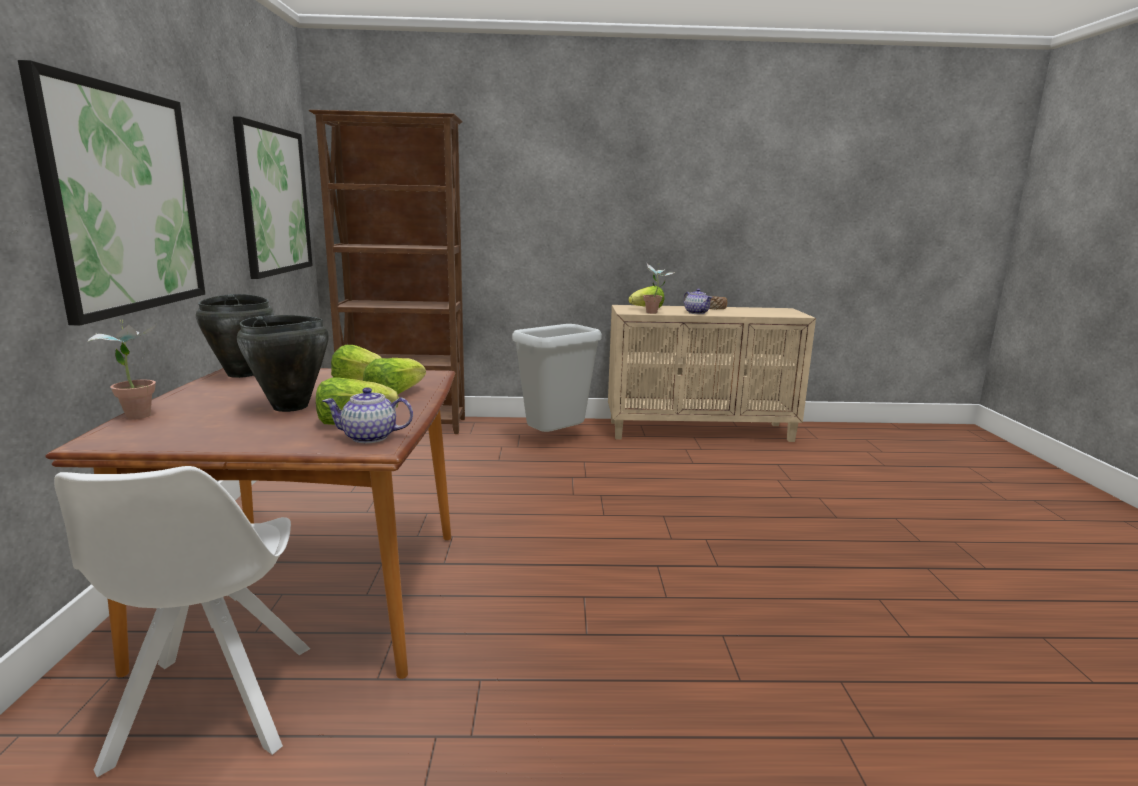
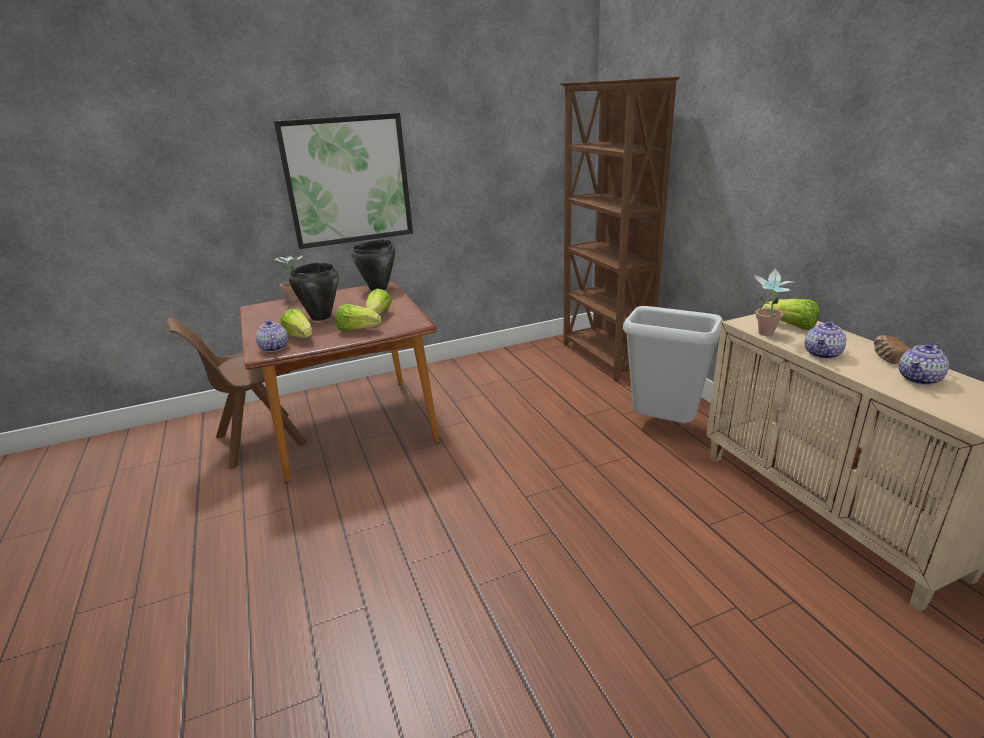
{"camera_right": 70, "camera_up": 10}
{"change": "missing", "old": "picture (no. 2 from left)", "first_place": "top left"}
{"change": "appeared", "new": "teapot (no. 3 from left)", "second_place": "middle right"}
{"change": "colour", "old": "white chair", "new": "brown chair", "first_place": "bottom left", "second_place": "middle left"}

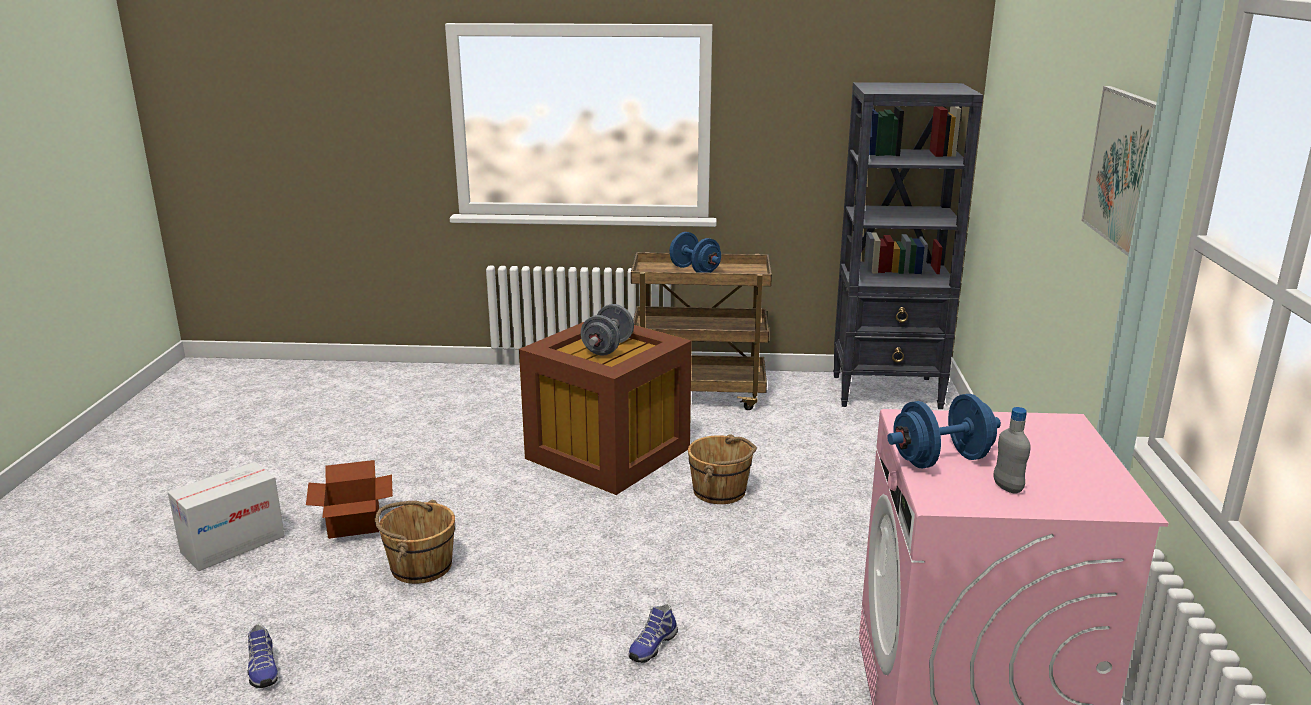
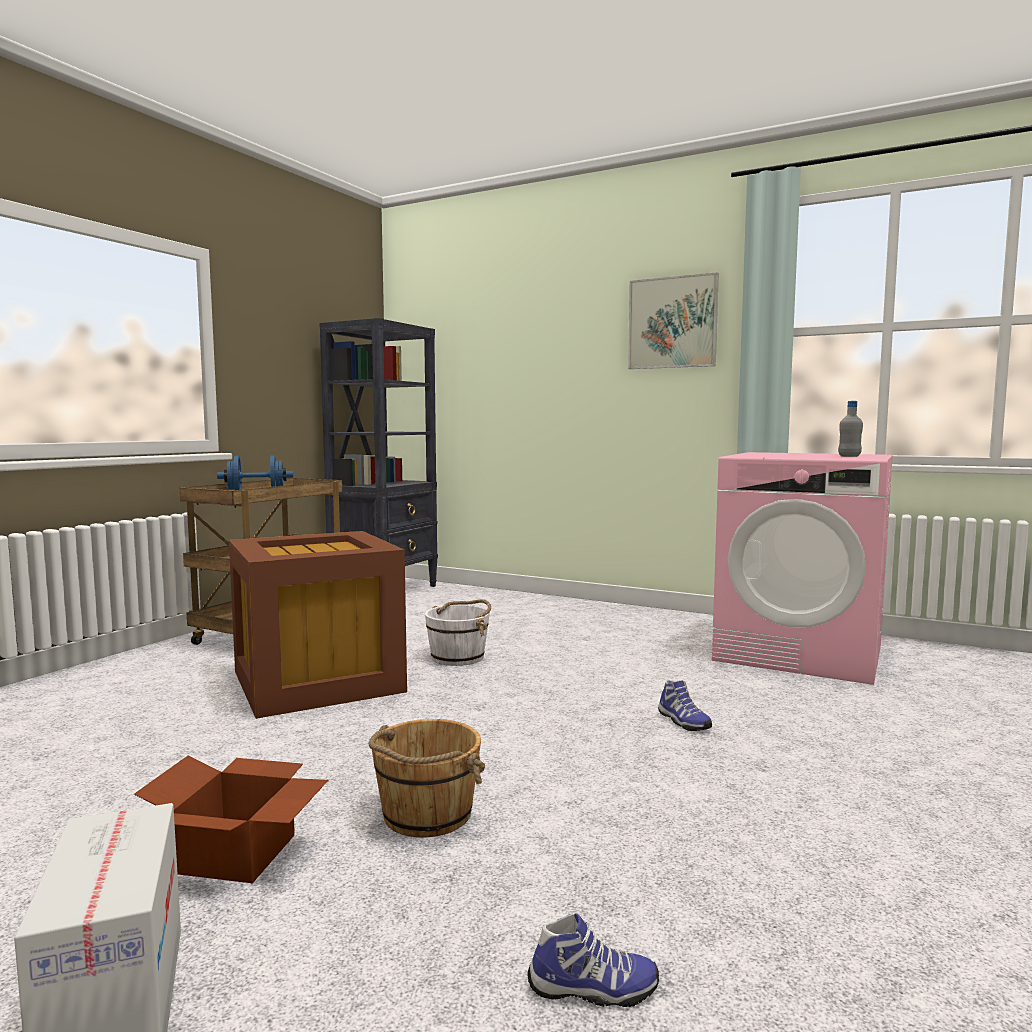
{"camera_right": -65, "camera_up": -15}
{"change": "missing", "old": "grey dumbbell", "first_place": "centre"}
{"change": "missing", "old": "blue dumbbell (no. 2 from left)", "first_place": "middle right"}
{"change": "colour", "old": "brown bucket (no. 2 from left)", "new": "white bucket", "first_place": "centre", "second_place": "centre"}

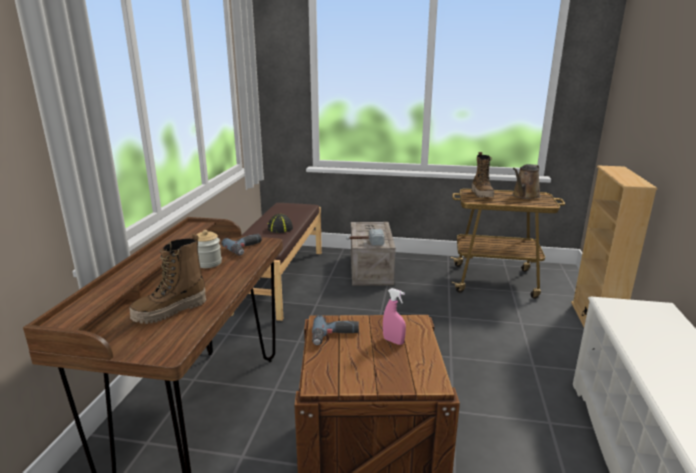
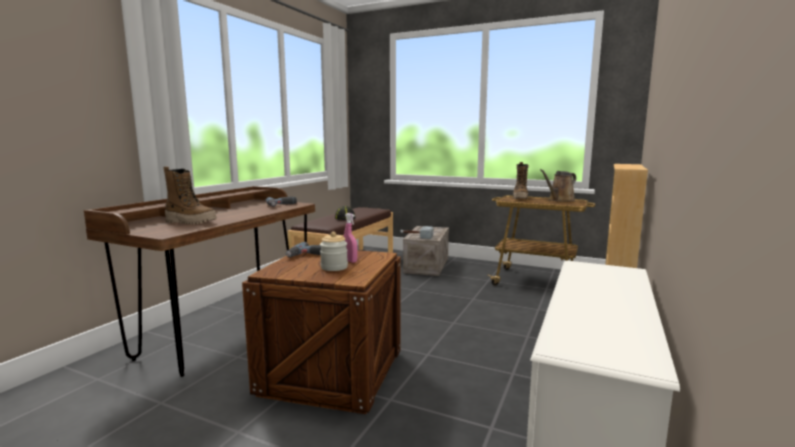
{"camera_right": 15, "camera_up": -10}
{"change": "relocated", "old": "jar", "first_place": "middle left", "second_place": "centre"}
{"change": "spun", "old": "boot (no. 1 from left)", "first_place": "middle left", "second_place": "middle left", "degrees": -135}

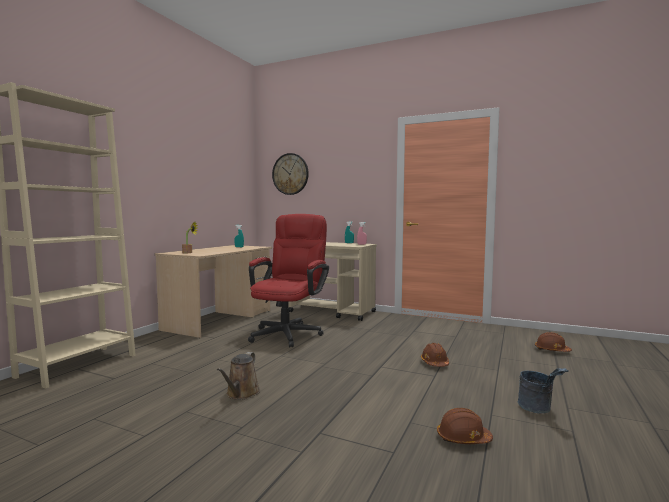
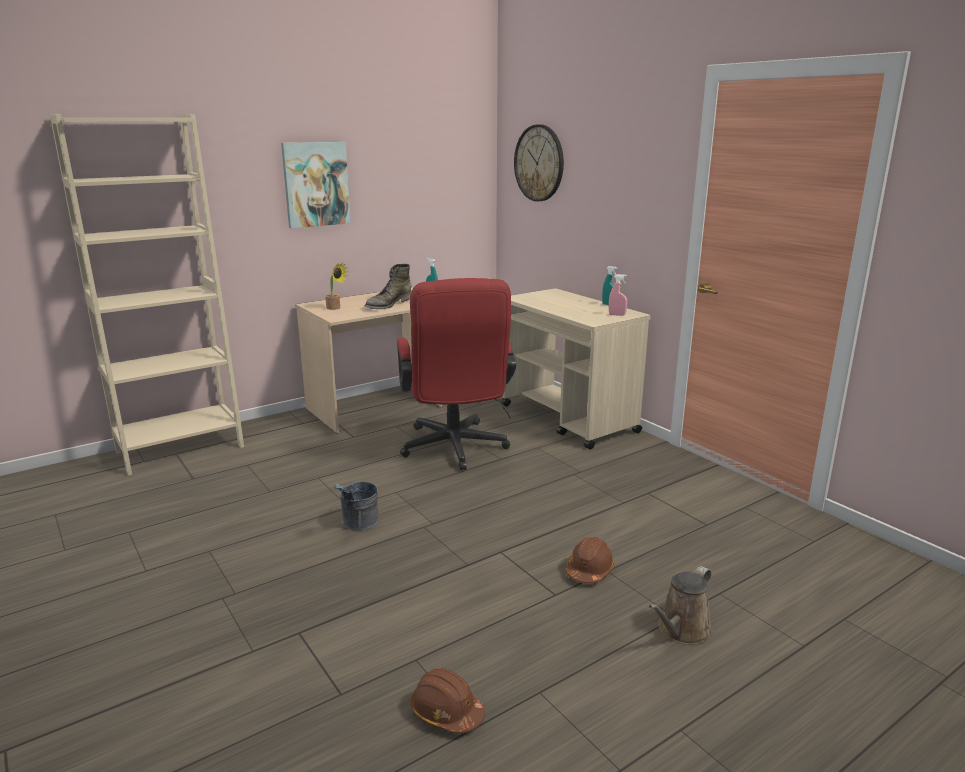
{"camera_right": 30, "camera_up": 15}
{"change": "missing", "old": "brown hard hat (no. 3 from left)", "first_place": "bottom right"}
{"change": "appeared", "new": "picture", "second_place": "top left"}
{"change": "appeared", "new": "green boot", "second_place": "centre"}
{"change": "relocated", "old": "brown watering can", "first_place": "bottom centre", "second_place": "bottom right"}
{"change": "relocated", "old": "grey bucket", "first_place": "bottom right", "second_place": "centre"}
{"change": "spun", "old": "red office chair", "first_place": "centre", "second_place": "centre", "degrees": 120}

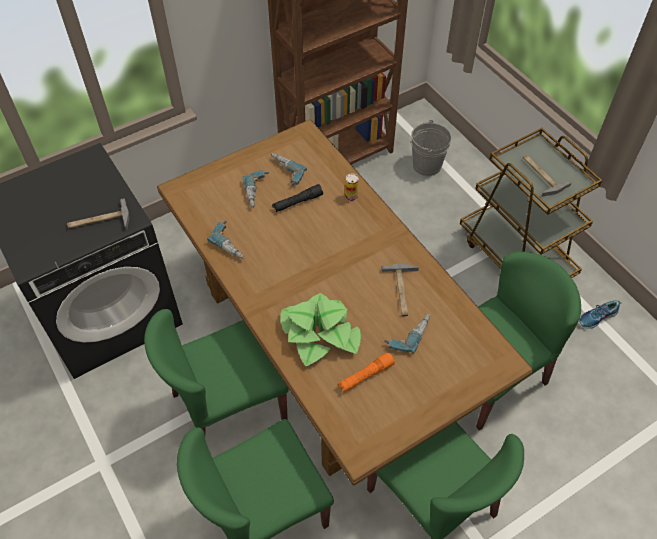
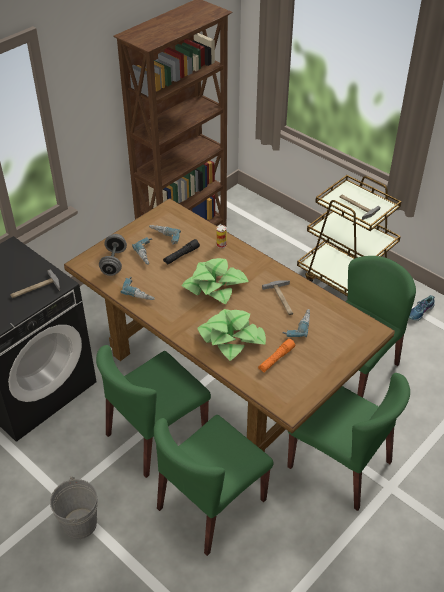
{"camera_right": -15, "camera_up": -10}
{"change": "appeared", "new": "grey dumbbell", "second_place": "middle left"}
{"change": "appeared", "new": "potted plant (no. 1 from left)", "second_place": "centre"}
{"change": "relocated", "old": "grey bucket", "first_place": "top centre", "second_place": "bottom left"}

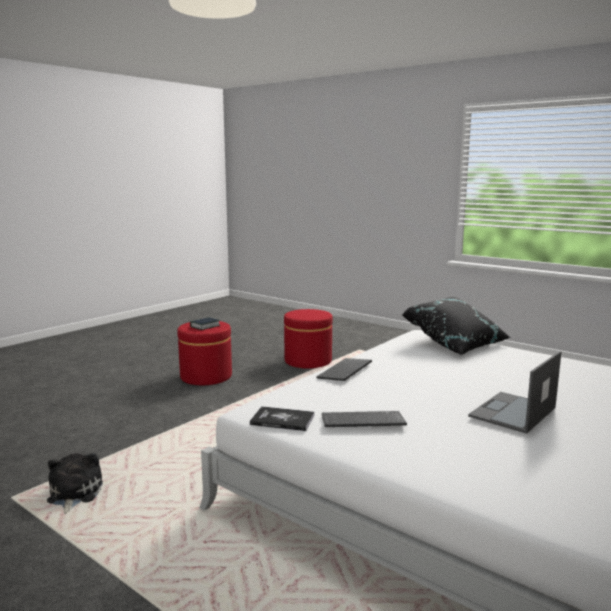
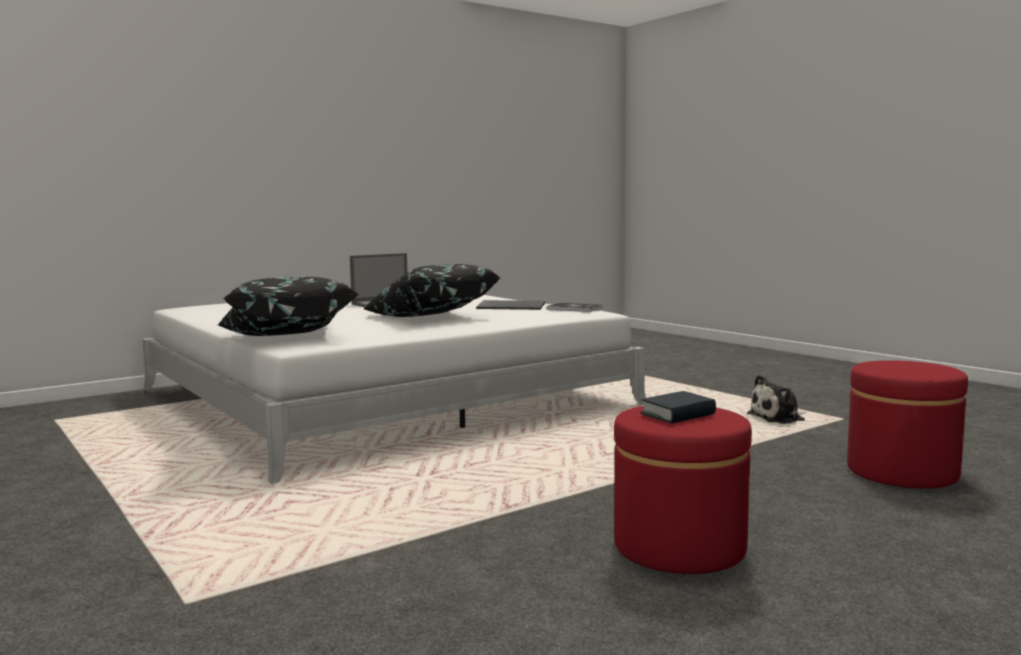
{"camera_right": -165, "camera_up": -5}
{"change": "missing", "old": "keyboard (no. 1 from left)", "first_place": "centre"}
{"change": "appeared", "new": "black pillow (no. 2 from left)", "second_place": "centre"}
{"change": "relocated", "old": "red ottoman (no. 2 from left)", "first_place": "centre", "second_place": "middle right"}
{"change": "spun", "old": "plush toy", "first_place": "bottom left", "second_place": "middle right", "degrees": 60}

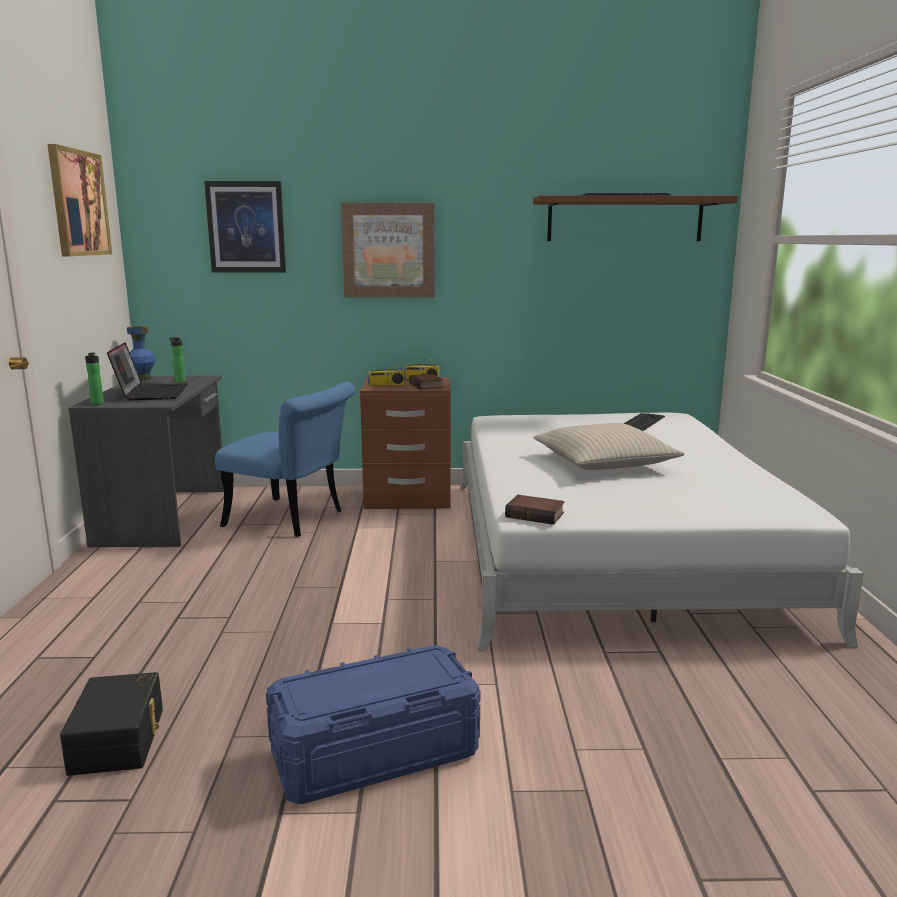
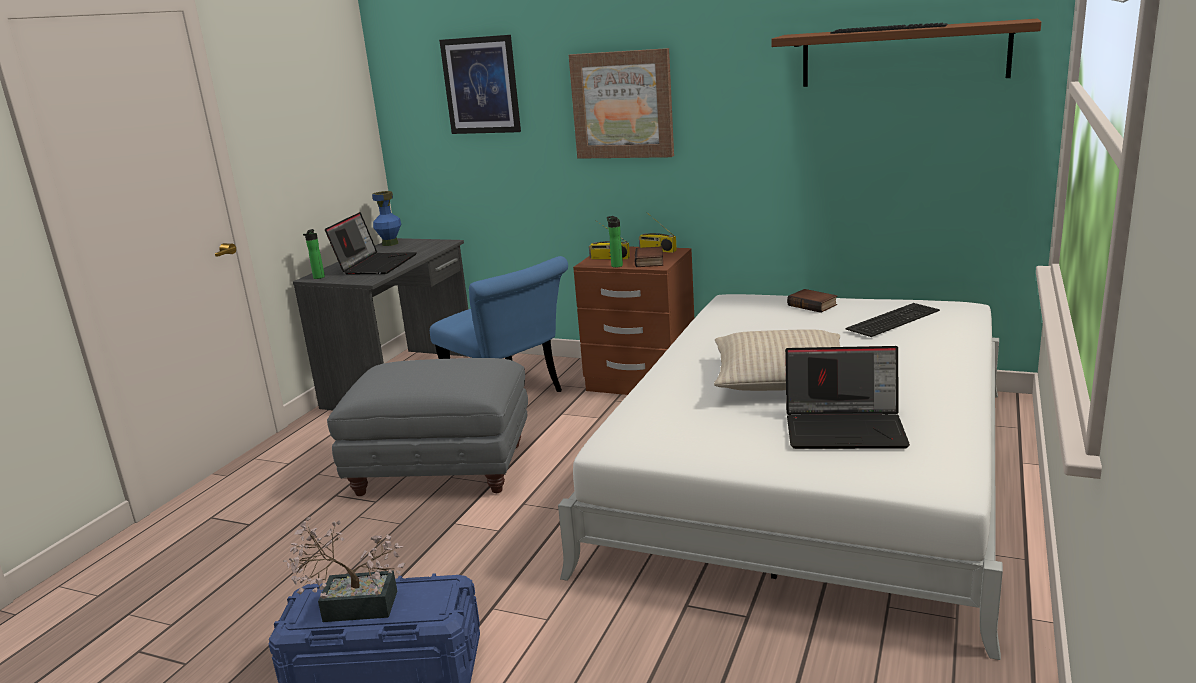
{"camera_right": 25, "camera_up": 5}
{"change": "missing", "old": "picture (no. 1 from left)", "first_place": "top left"}
{"change": "missing", "old": "black storage box", "first_place": "bottom left"}
{"change": "appeared", "new": "potted plant", "second_place": "bottom left"}
{"change": "appeared", "new": "grey ottoman", "second_place": "centre"}
{"change": "appeared", "new": "laptop (no. 2 from left)", "second_place": "middle right"}
{"change": "relocated", "old": "bottle (no. 2 from left)", "first_place": "middle left", "second_place": "centre"}
{"change": "relocated", "old": "book (no. 2 from left)", "first_place": "centre", "second_place": "middle right"}

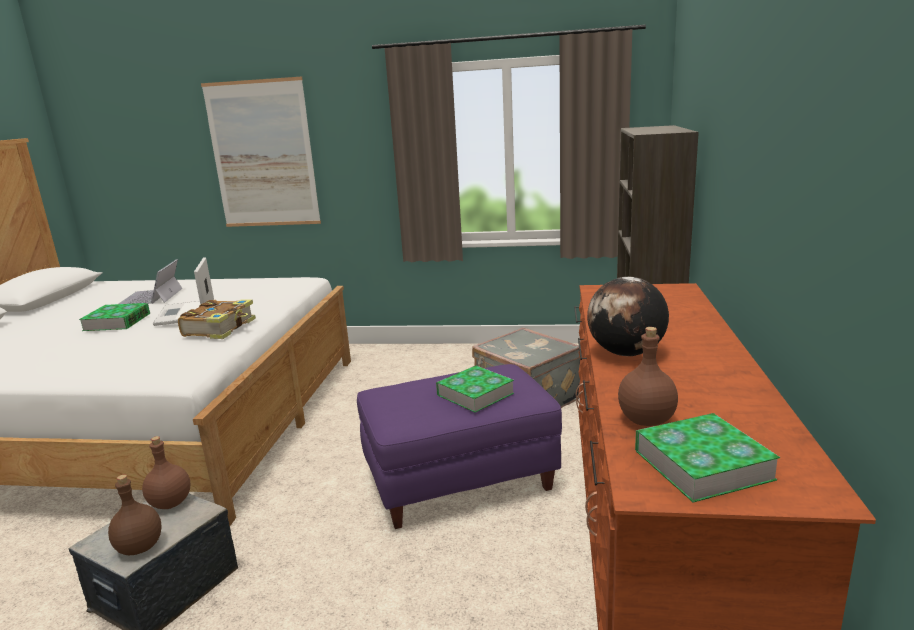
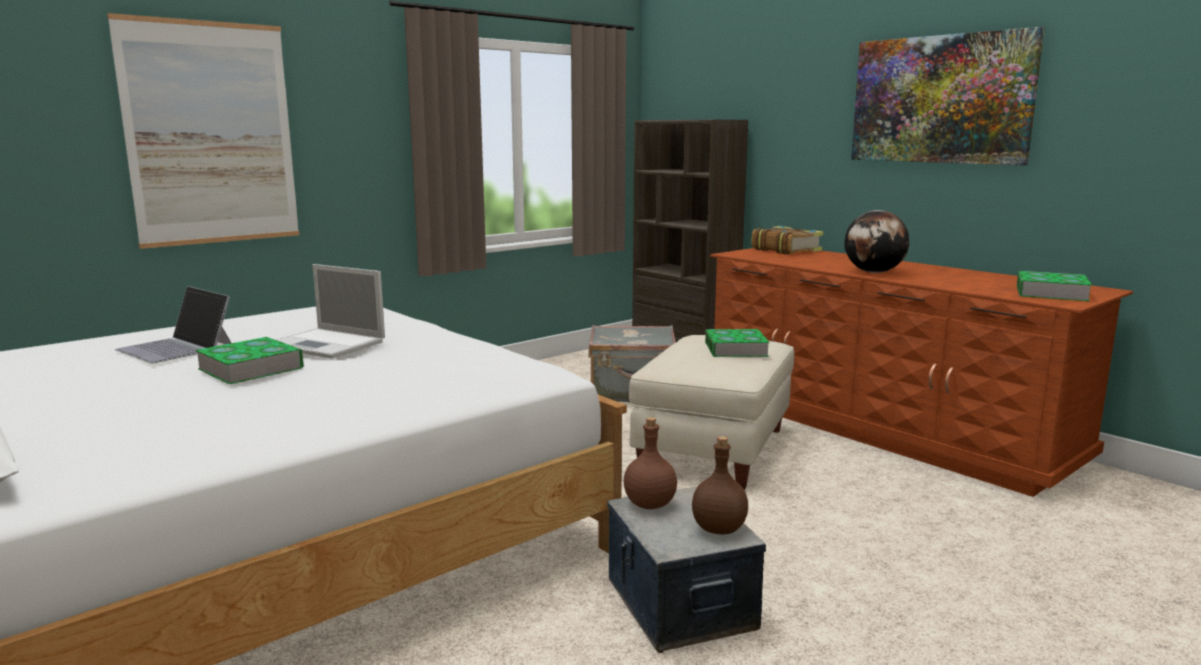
{"camera_right": -50, "camera_up": -5}
{"change": "missing", "old": "brown bottle (no. 3 from left)", "first_place": "middle right"}
{"change": "appeared", "new": "picture (no. 2 from left)", "second_place": "top right"}
{"change": "relocated", "old": "book (no. 2 from left in the first image)", "new": "book (no. 3 from left)", "first_place": "middle left", "second_place": "centre"}
{"change": "colour", "old": "purple ottoman", "new": "beige ottoman", "first_place": "bottom centre", "second_place": "centre"}

